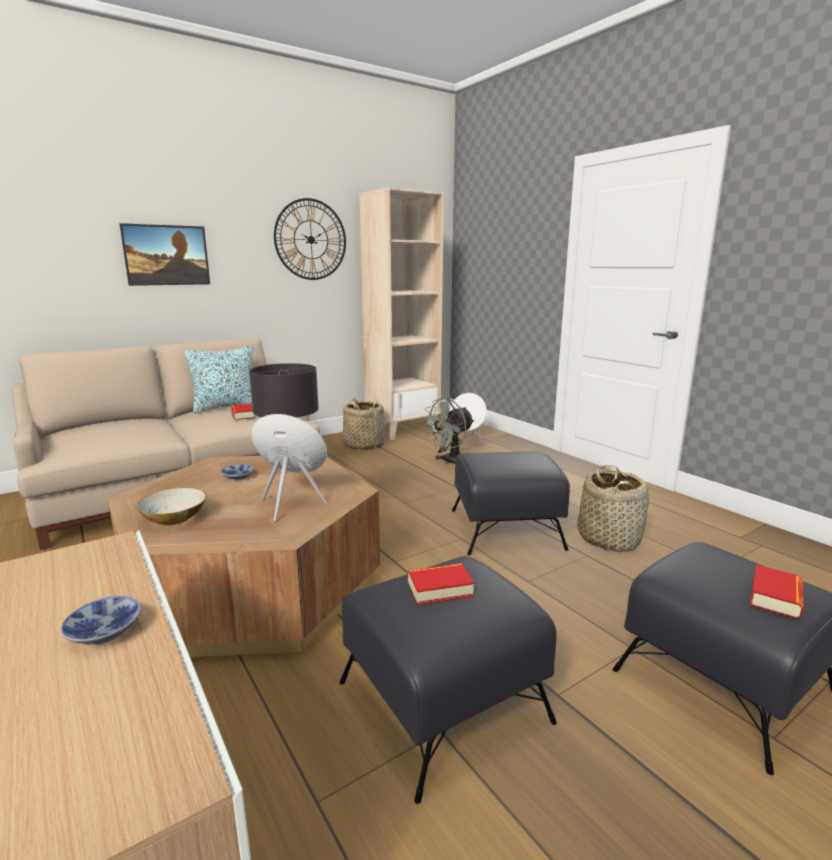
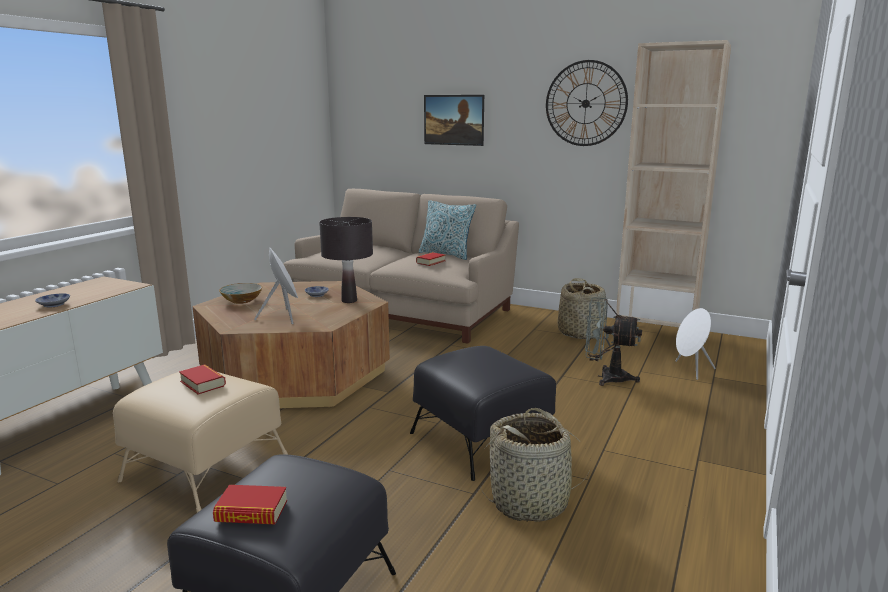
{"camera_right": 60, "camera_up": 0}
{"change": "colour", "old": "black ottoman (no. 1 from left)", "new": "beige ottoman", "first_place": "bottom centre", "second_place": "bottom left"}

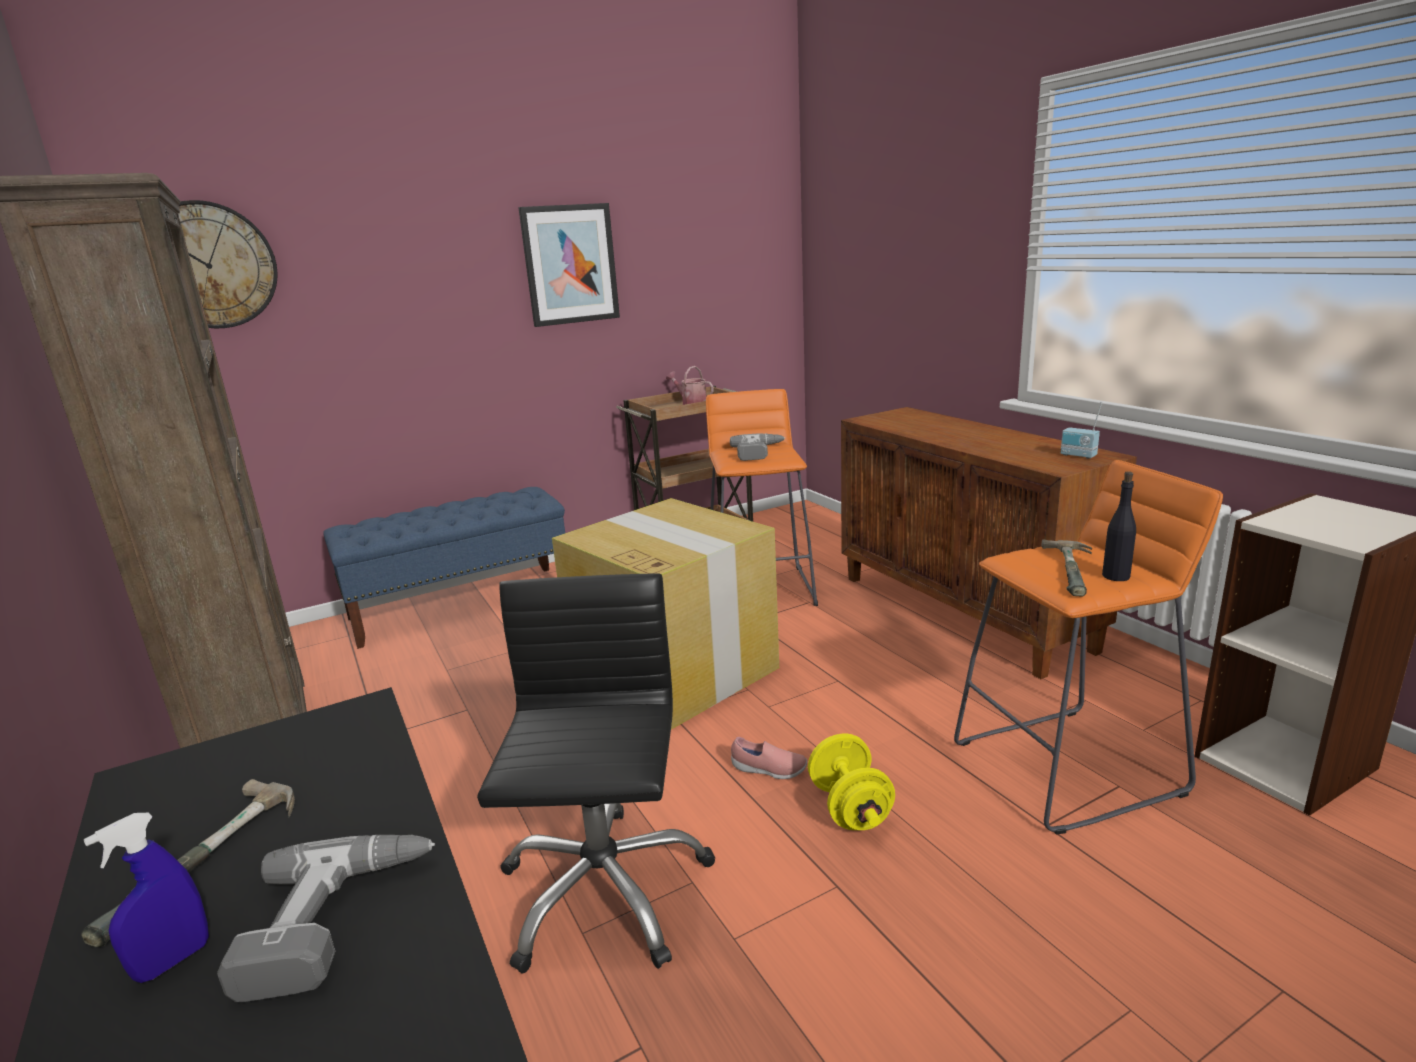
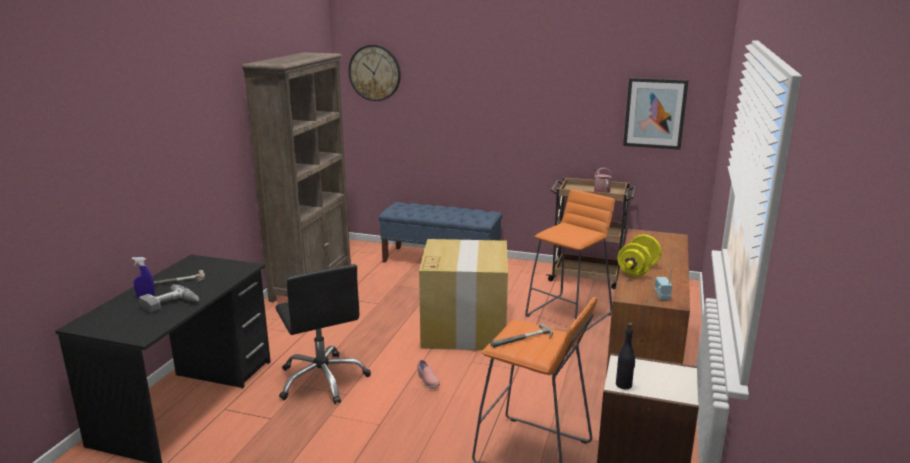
{"camera_right": 45, "camera_up": 0}
{"change": "missing", "old": "power drill (no. 2 from left)", "first_place": "centre"}
{"change": "relocated", "old": "picture", "first_place": "top centre", "second_place": "top right"}
{"change": "relocated", "old": "yellow dumbbell", "first_place": "bottom centre", "second_place": "middle right"}
{"change": "relocated", "old": "black bottle", "first_place": "middle right", "second_place": "bottom right"}
{"change": "spun", "old": "black office chair", "first_place": "bottom centre", "second_place": "bottom centre", "degrees": 105}

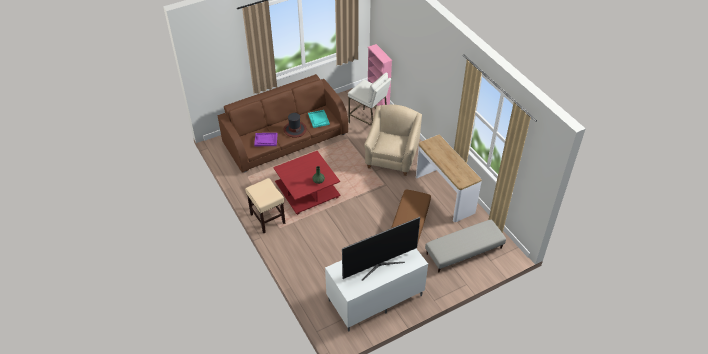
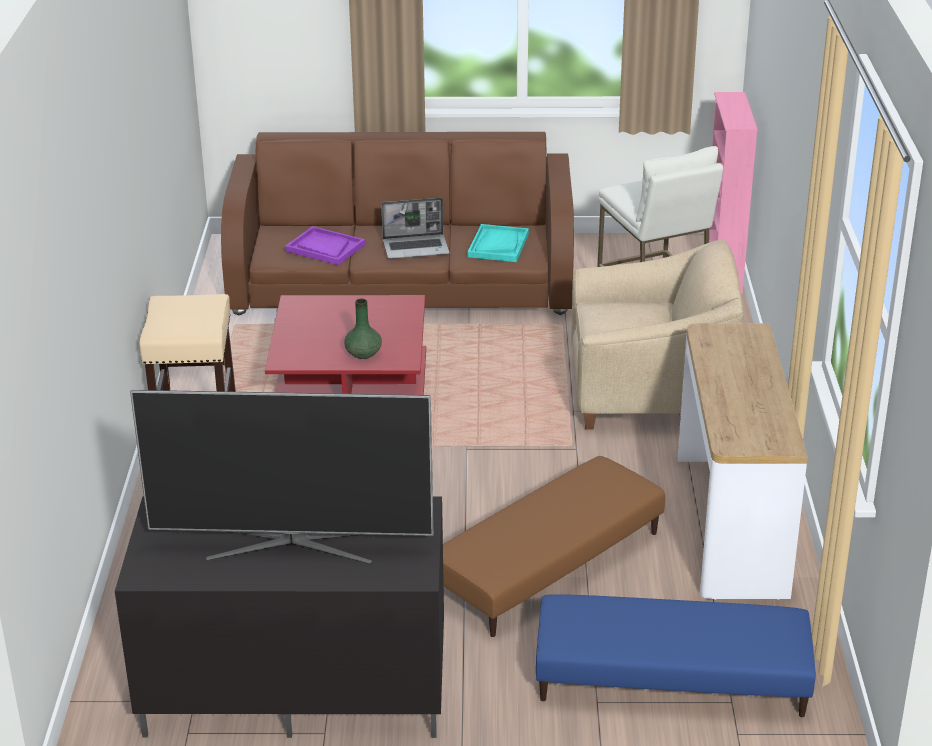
{"camera_right": 30, "camera_up": -15}
{"change": "exchanged", "old": "hat", "new": "laptop", "first_place": "centre", "second_place": "top centre"}
{"change": "colour", "old": "white tv stand", "new": "black tv stand", "first_place": "bottom centre", "second_place": "bottom left"}
{"change": "colour", "old": "grey ottoman", "new": "blue ottoman", "first_place": "bottom centre", "second_place": "bottom right"}
{"change": "spun", "old": "beige armchair", "first_place": "centre", "second_place": "middle right", "degrees": 45}

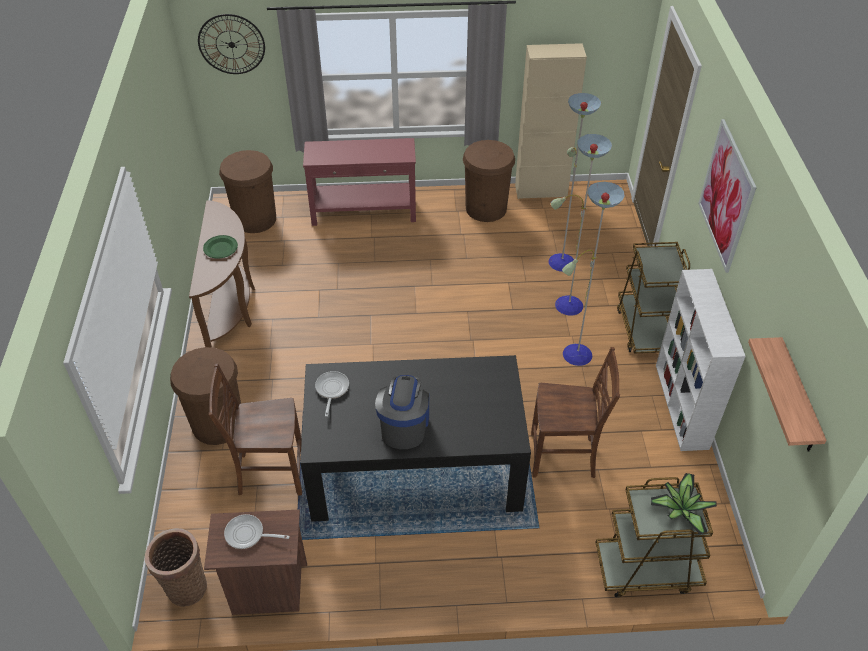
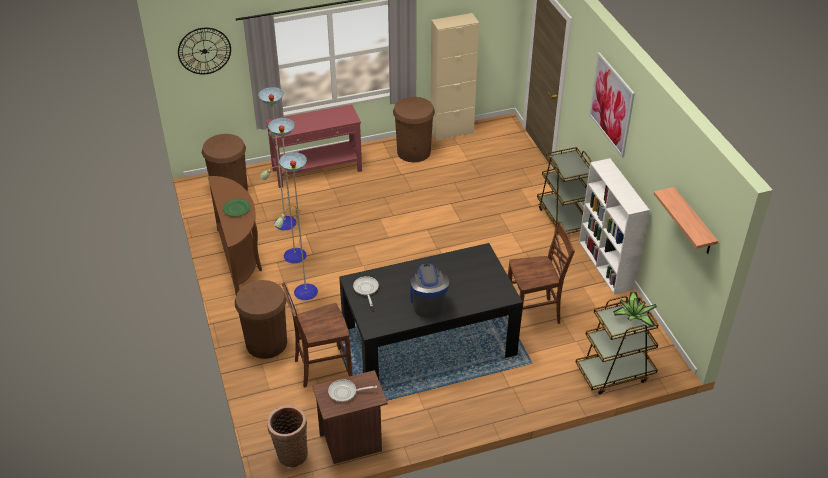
{"camera_right": -15, "camera_up": -5}
{"change": "relocated", "old": "floor lamp", "first_place": "middle right", "second_place": "centre"}

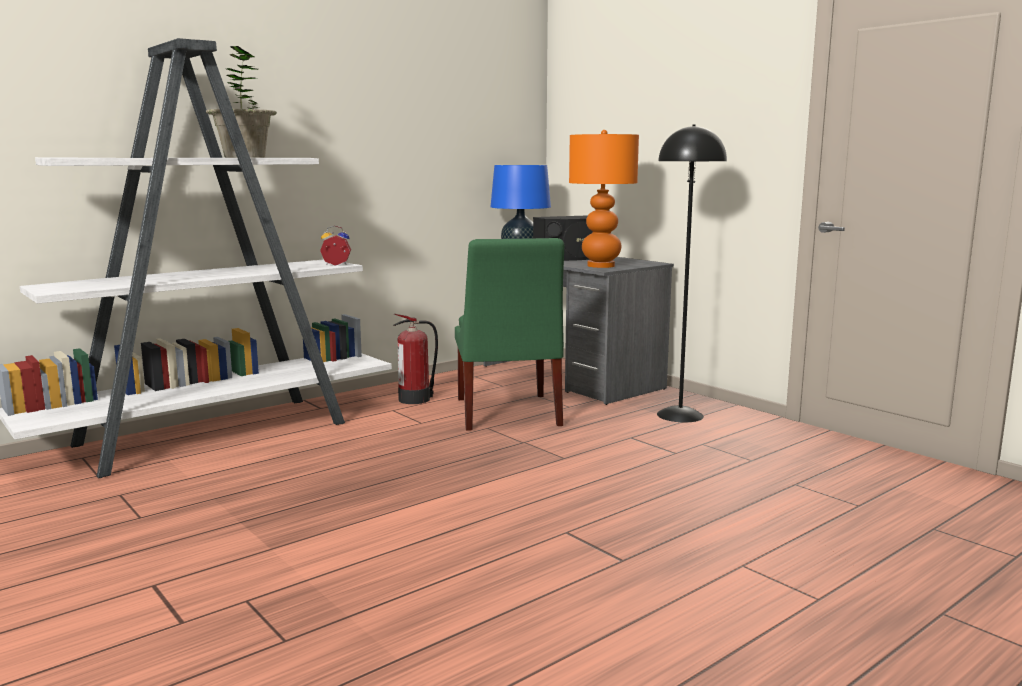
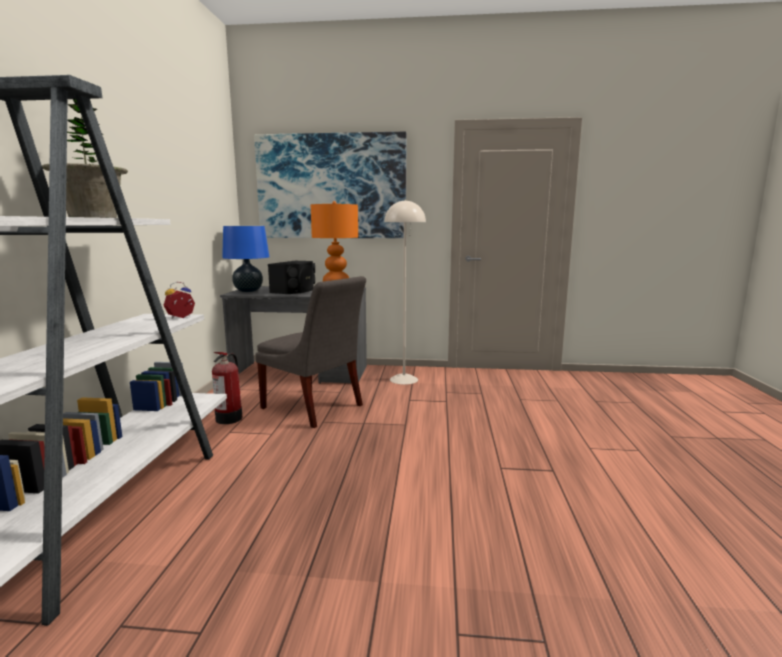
{"camera_right": -45, "camera_up": 0}
{"change": "appeared", "new": "picture", "second_place": "top centre"}
{"change": "colour", "old": "green chair", "new": "grey chair", "first_place": "centre", "second_place": "centre"}
{"change": "colour", "old": "black floor lamp", "new": "beige floor lamp", "first_place": "middle right", "second_place": "centre"}

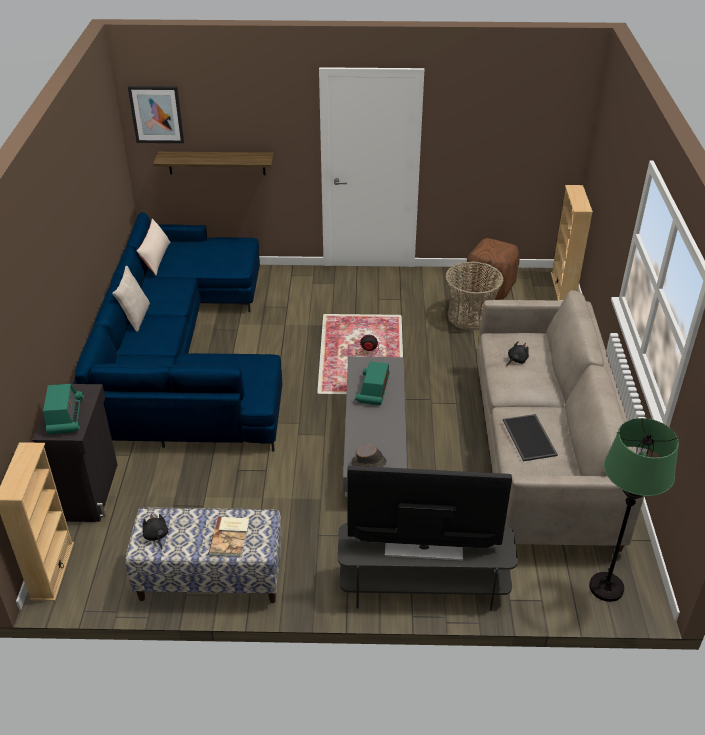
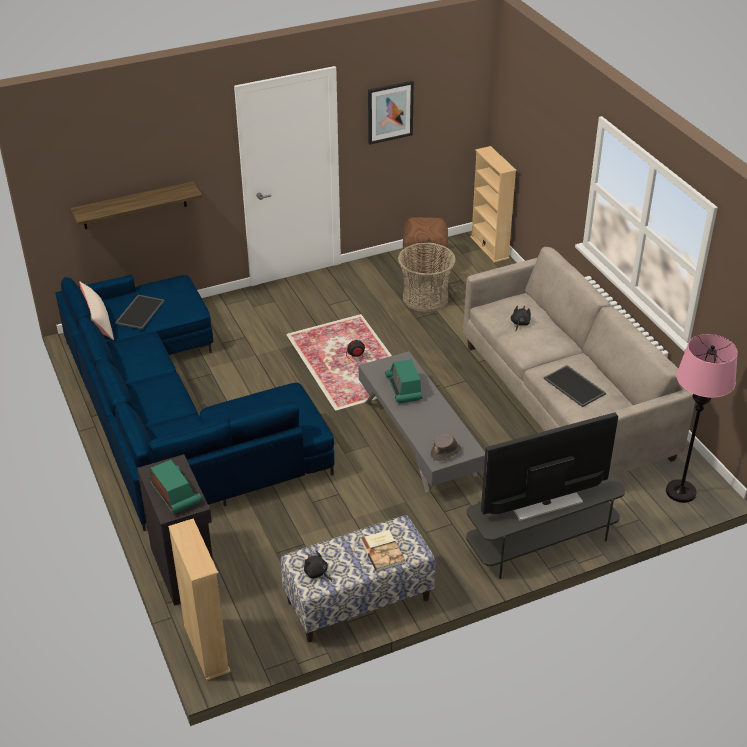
{"camera_right": -25, "camera_up": 0}
{"change": "missing", "old": "beige pillow (no. 1 from left)", "first_place": "middle left"}
{"change": "appeared", "new": "tray (no. 1 from left)", "second_place": "middle left"}
{"change": "relocated", "old": "picture", "first_place": "top left", "second_place": "top centre"}
{"change": "colour", "old": "green floor lamp", "new": "pink floor lamp", "first_place": "bottom right", "second_place": "middle right"}

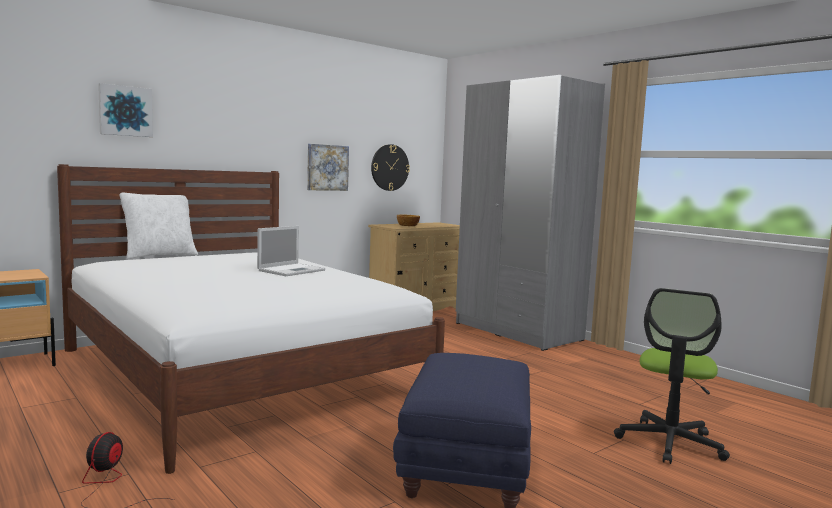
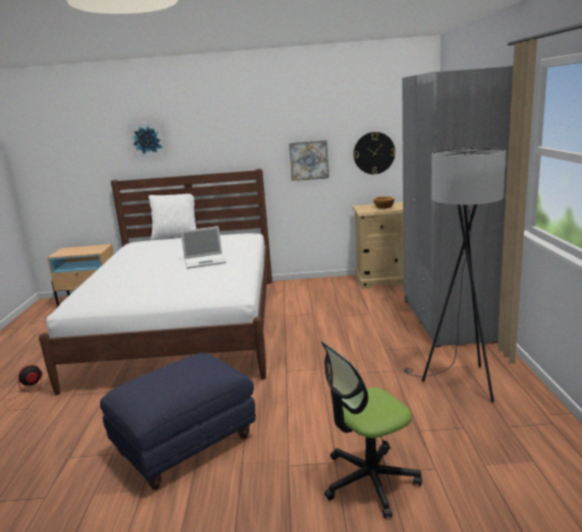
{"camera_right": 40, "camera_up": 10}
{"change": "appeared", "new": "grey floor lamp", "second_place": "middle right"}

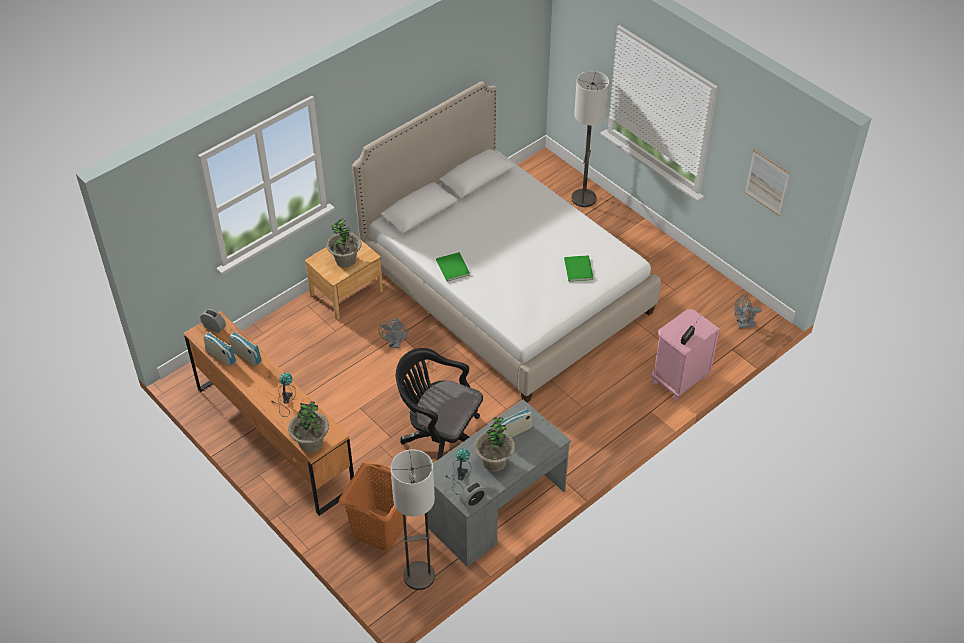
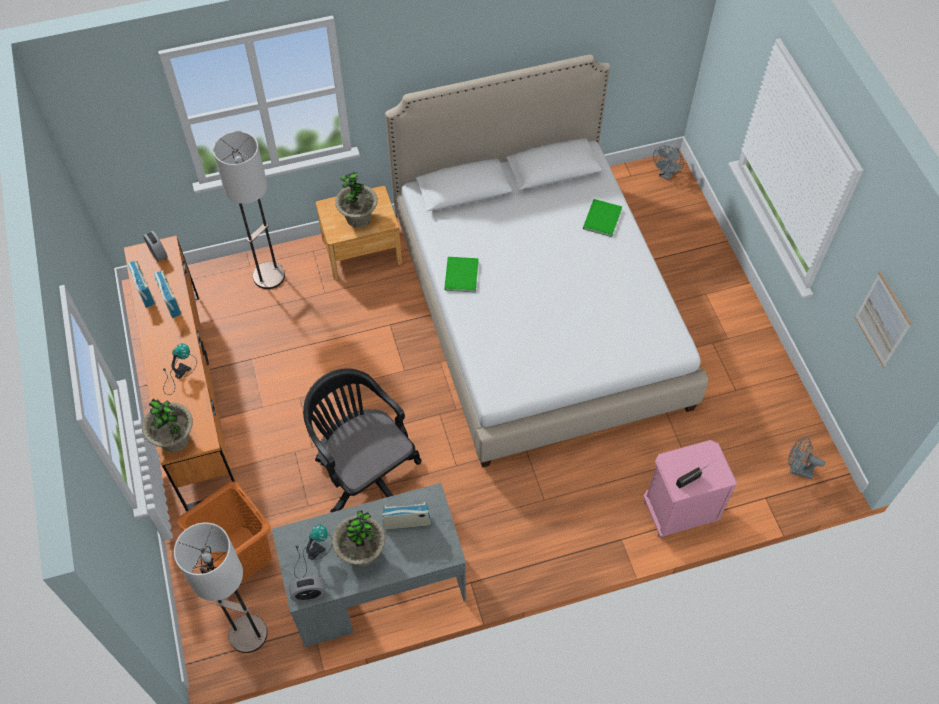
{"camera_right": 25, "camera_up": 10}
{"change": "relocated", "old": "grey fan (no. 1 from left)", "first_place": "centre", "second_place": "top right"}
{"change": "relocated", "old": "green book (no. 2 from left)", "first_place": "centre", "second_place": "top centre"}
{"change": "relocated", "old": "floor lamp (no. 2 from left)", "first_place": "top centre", "second_place": "top left"}

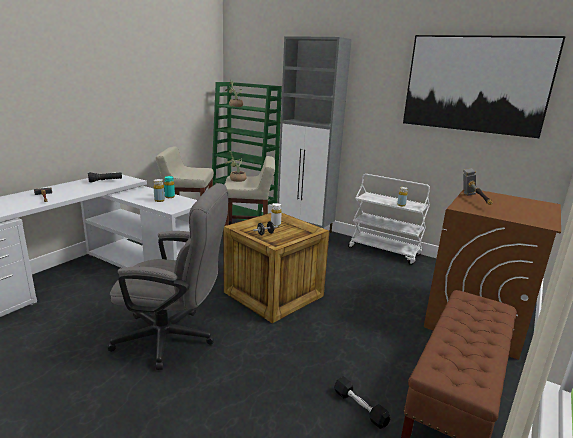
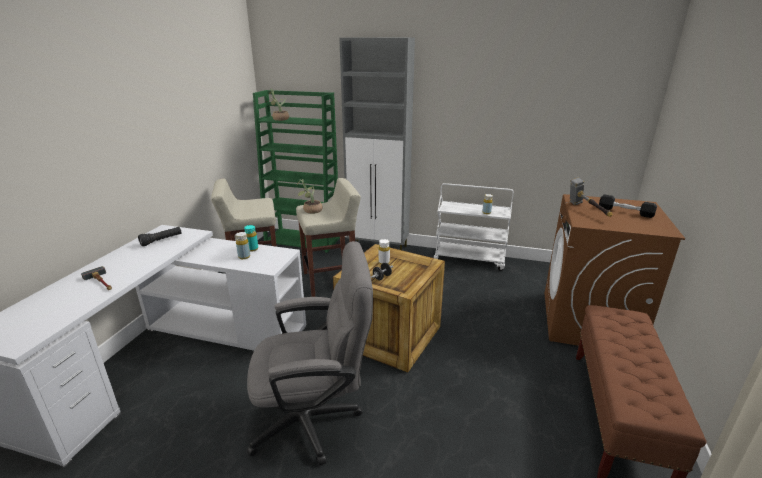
{"camera_right": -15, "camera_up": 5}
{"change": "missing", "old": "picture", "first_place": "top right"}
{"change": "relocated", "old": "black dumbbell (no. 2 from left)", "first_place": "bottom centre", "second_place": "middle right"}

